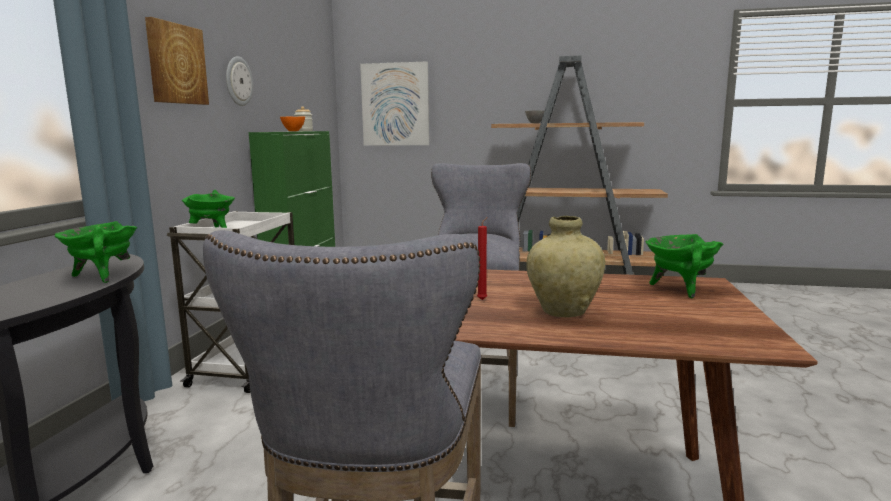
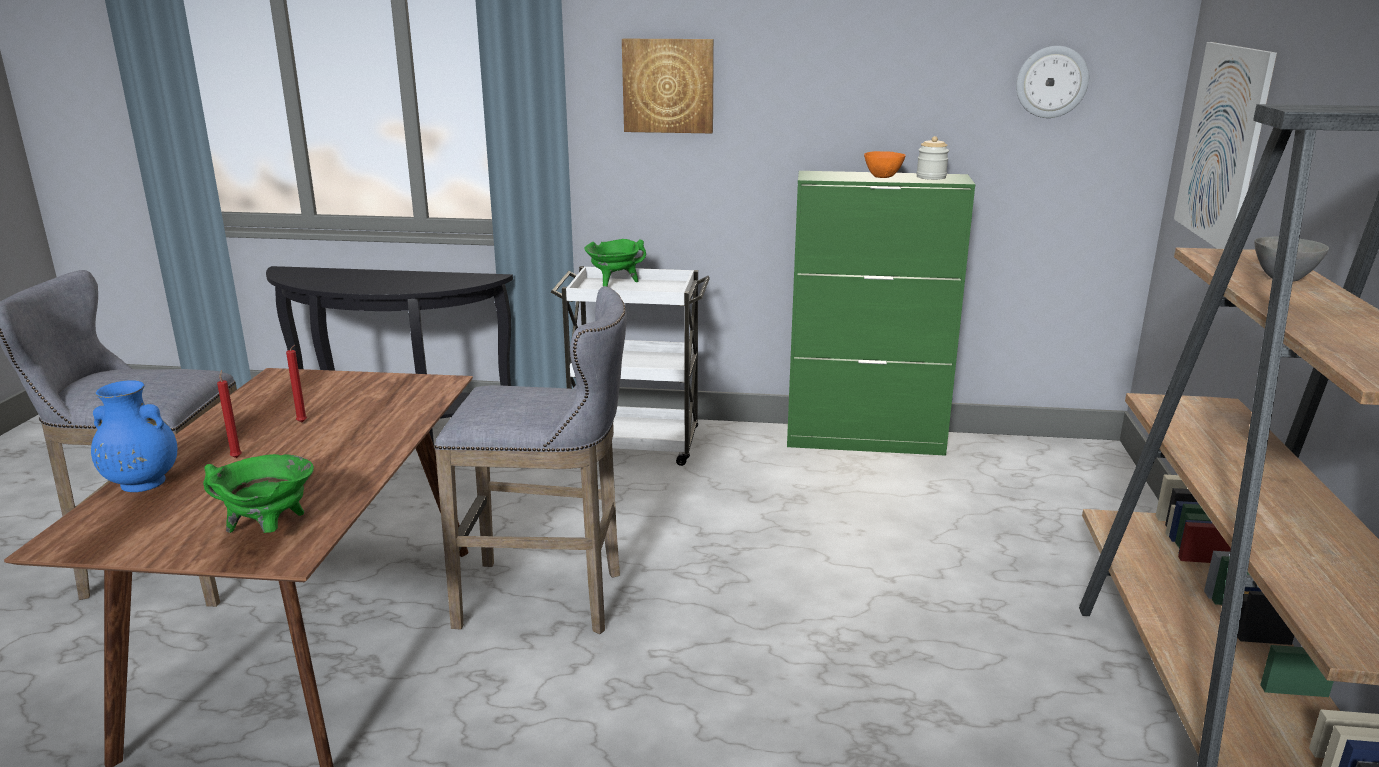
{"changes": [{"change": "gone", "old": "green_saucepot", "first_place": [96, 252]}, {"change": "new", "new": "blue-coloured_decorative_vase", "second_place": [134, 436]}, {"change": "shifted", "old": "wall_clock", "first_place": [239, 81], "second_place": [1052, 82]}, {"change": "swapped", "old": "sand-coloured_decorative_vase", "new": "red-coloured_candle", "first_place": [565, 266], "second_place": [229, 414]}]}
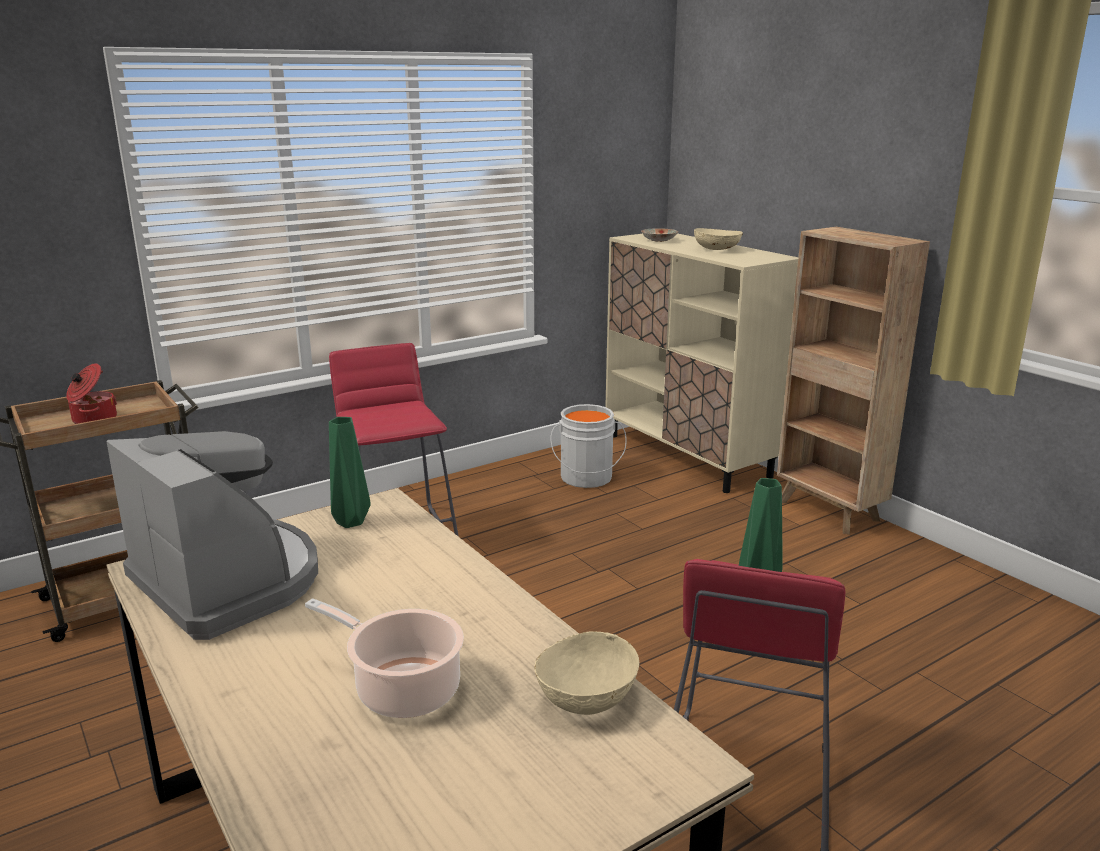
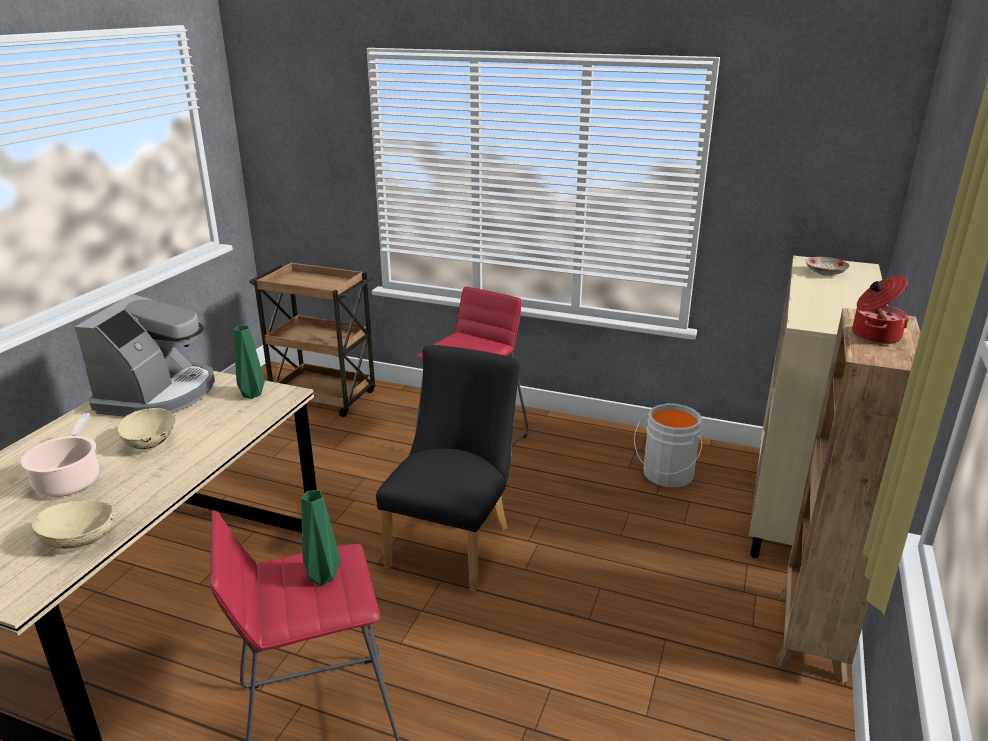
{"changes": [{"change": "new", "new": "black-coloured_chair", "second_place": [448, 468]}, {"change": "shifted", "old": "saucepot", "first_place": [91, 393], "second_place": [880, 310]}, {"change": "shifted", "old": "sand-coloured_deep_dish", "first_place": [718, 239], "second_place": [146, 428]}]}
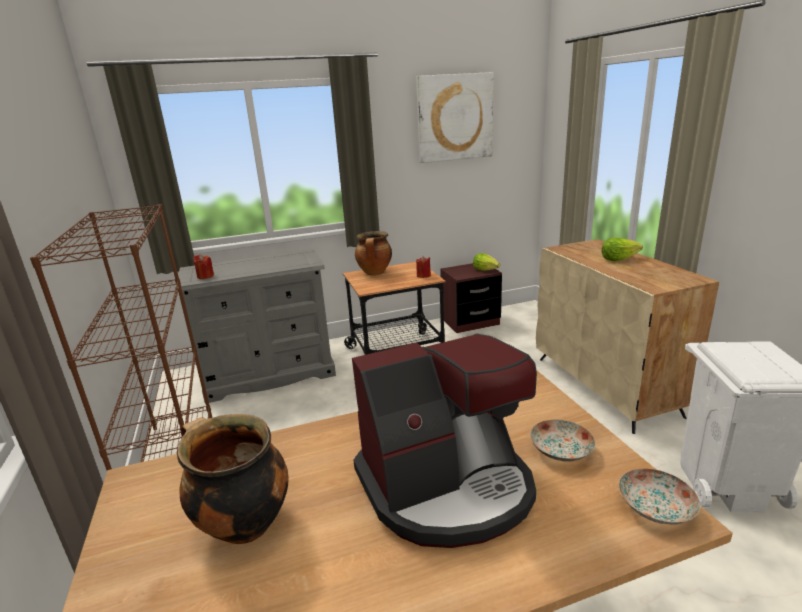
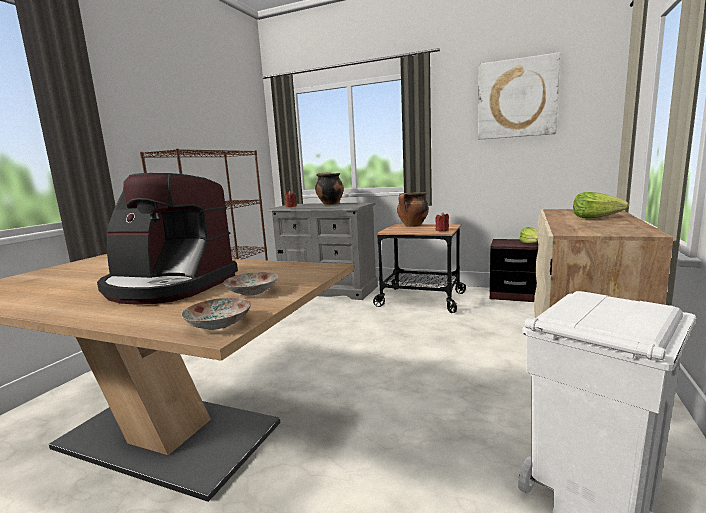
{"changes": [{"change": "shifted", "old": "saucepot", "first_place": [233, 479], "second_place": [329, 188]}]}
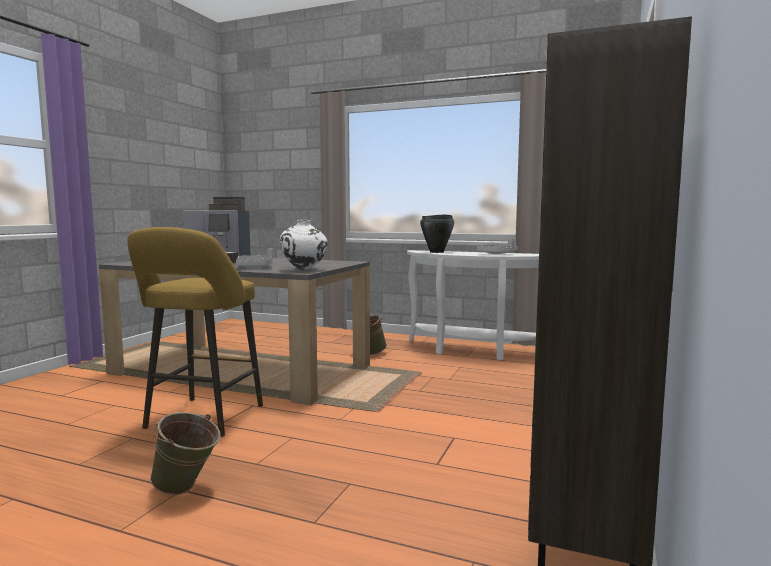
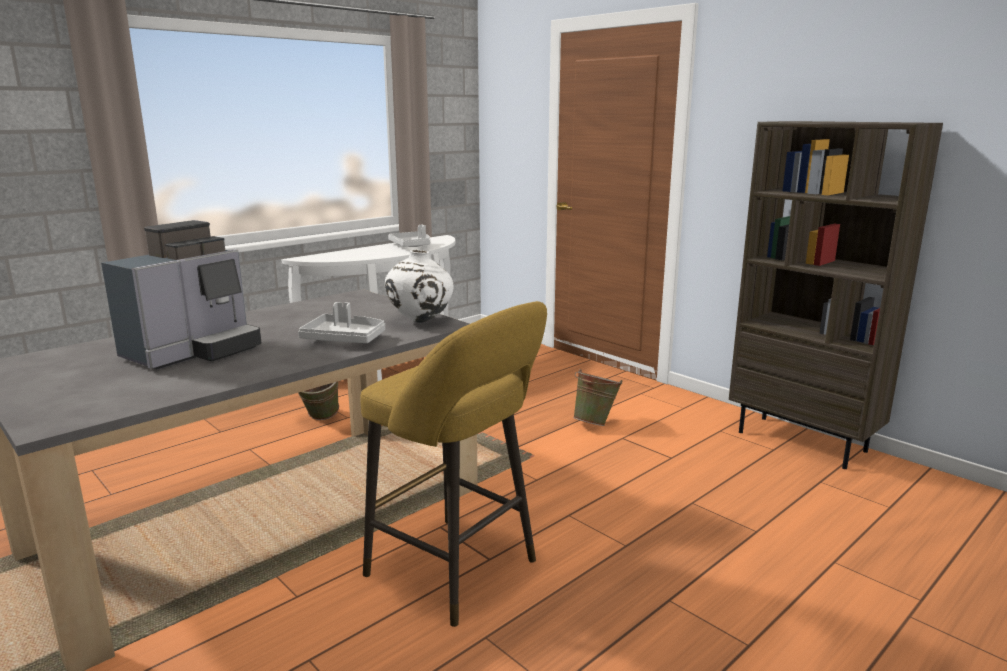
{"changes": [{"change": "gone", "old": "black-coloured_saucepot", "first_place": [437, 233]}, {"change": "shifted", "old": "green_water_bucket", "first_place": [185, 453], "second_place": [598, 397]}]}
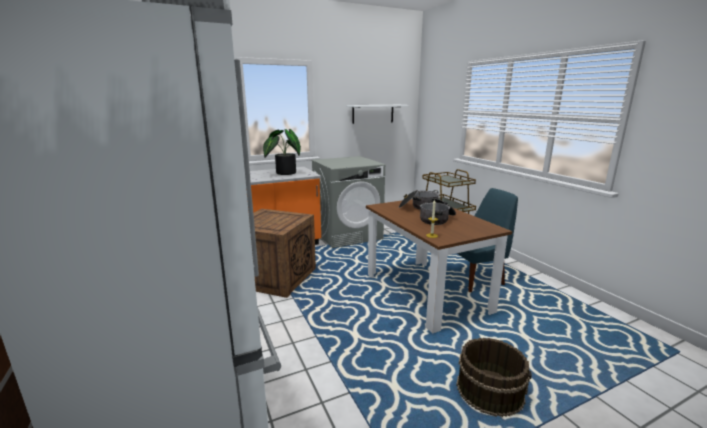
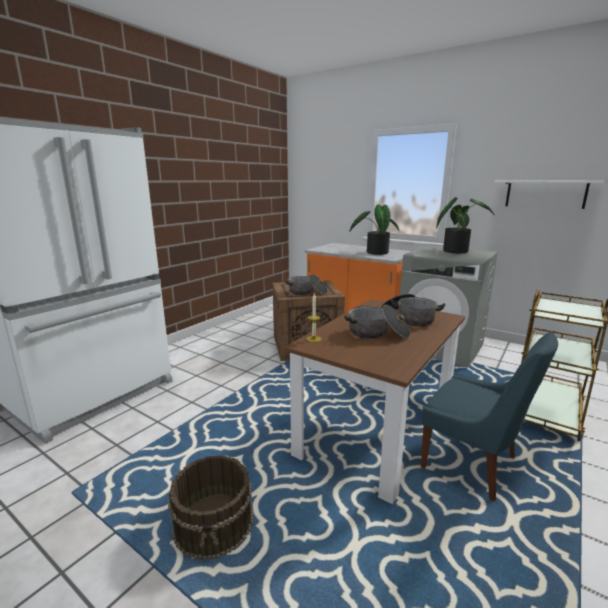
{"changes": [{"change": "new", "new": "saucepot", "second_place": [306, 284]}, {"change": "new", "new": "plant_in_a_pot", "second_place": [465, 225]}]}
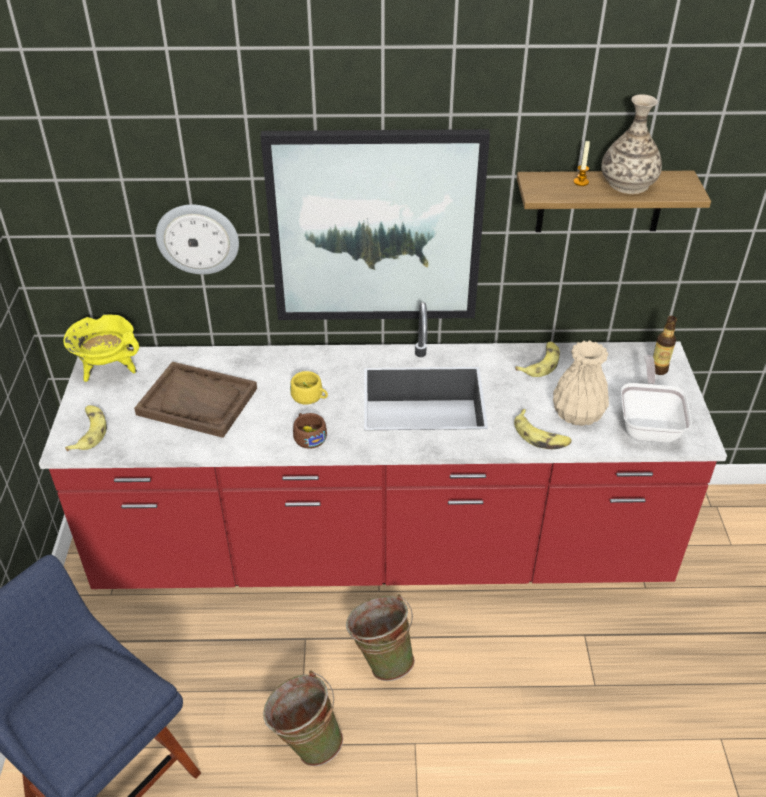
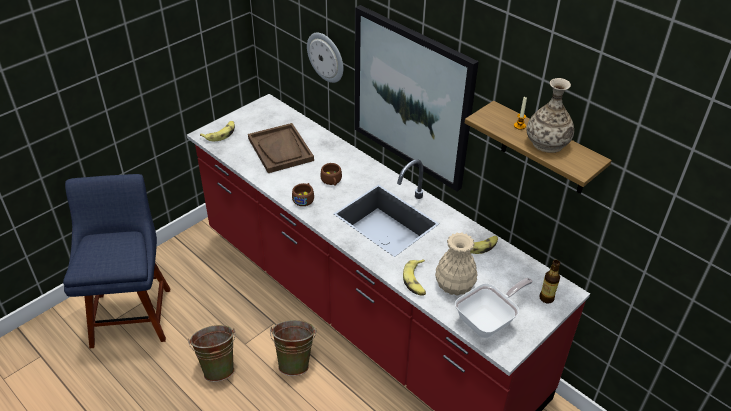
{"changes": [{"change": "gone", "old": "yellow-coloured_saucepot", "first_place": [101, 348]}, {"change": "repainted", "old": "yellow-coloured_drinking_cup", "new": "brown-coloured_drinking_cup", "first_place": [309, 388], "second_place": [331, 174]}]}
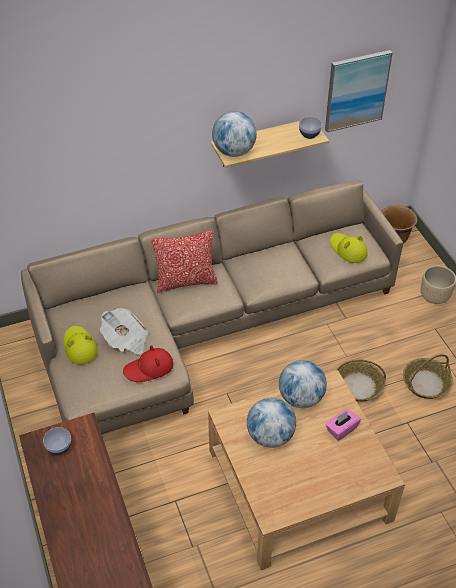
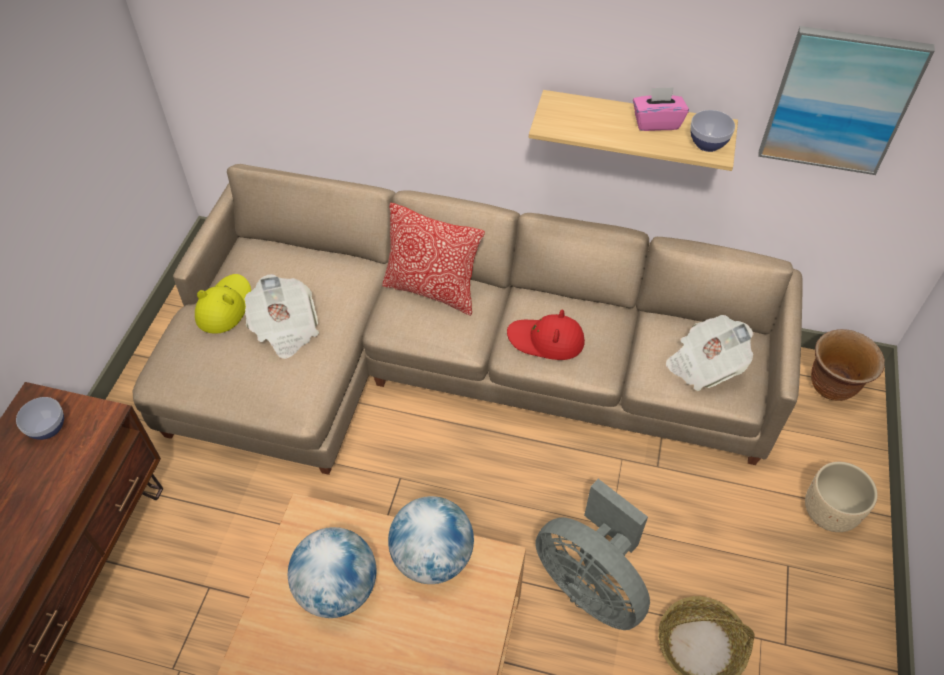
{"changes": [{"change": "gone", "old": "desk_globe", "first_place": [234, 134]}, {"change": "shifted", "old": "red-coloured_clothing_hat", "first_place": [148, 363], "second_place": [546, 334]}, {"change": "shifted", "old": "pinkish_box_of_tissues", "first_place": [343, 425], "second_place": [661, 109]}, {"change": "swapped", "old": "yellow-coloured_clothing_hat", "new": "printed_paper", "first_place": [349, 248], "second_place": [710, 353]}, {"change": "swapped", "old": "storage_basket", "new": "grey_cooling_fan", "first_place": [361, 381], "second_place": [592, 554]}]}
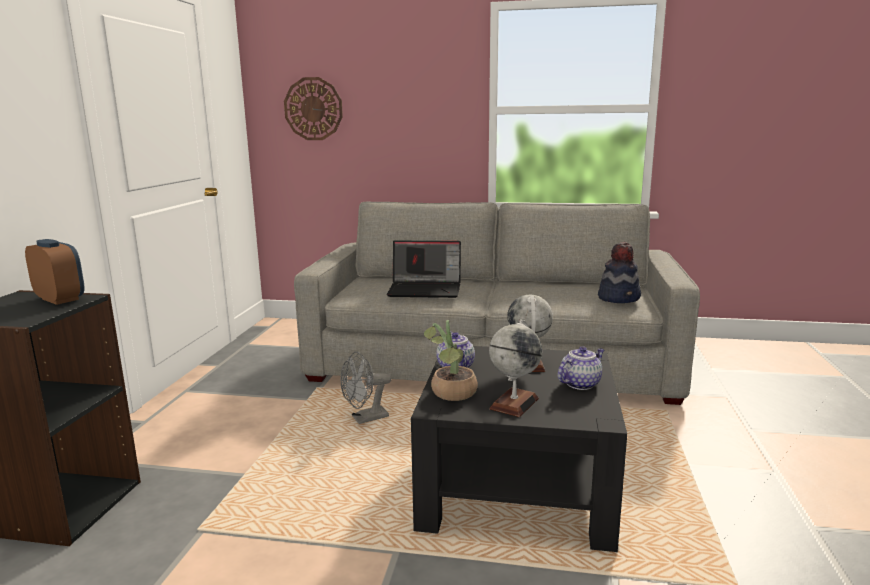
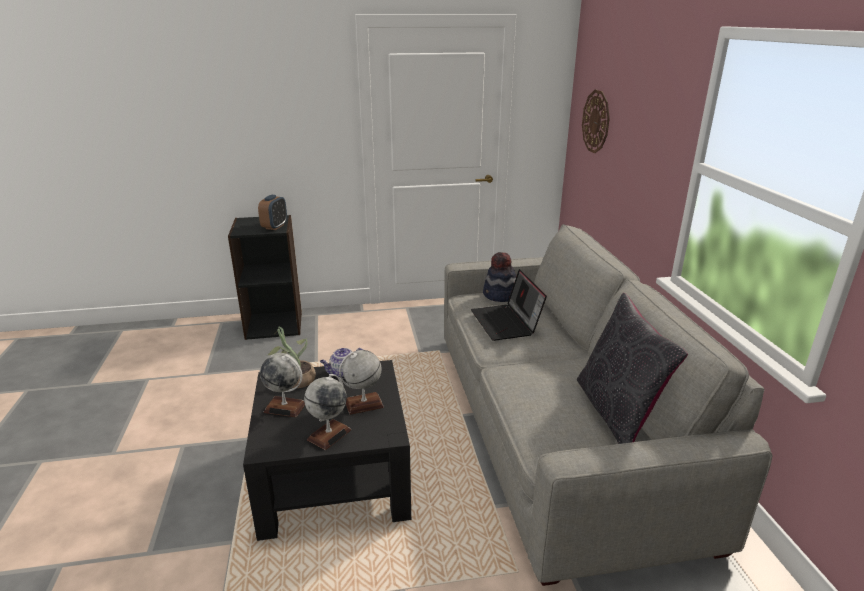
{"changes": [{"change": "gone", "old": "grey_cooling_fan", "first_place": [366, 387]}, {"change": "new", "new": "black-coloured_throw_pillow", "second_place": [632, 368]}, {"change": "shifted", "old": "clothing_hat", "first_place": [619, 272], "second_place": [499, 277]}, {"change": "swapped", "old": "teapot", "new": "desk_globe", "first_place": [581, 368], "second_place": [327, 412]}]}
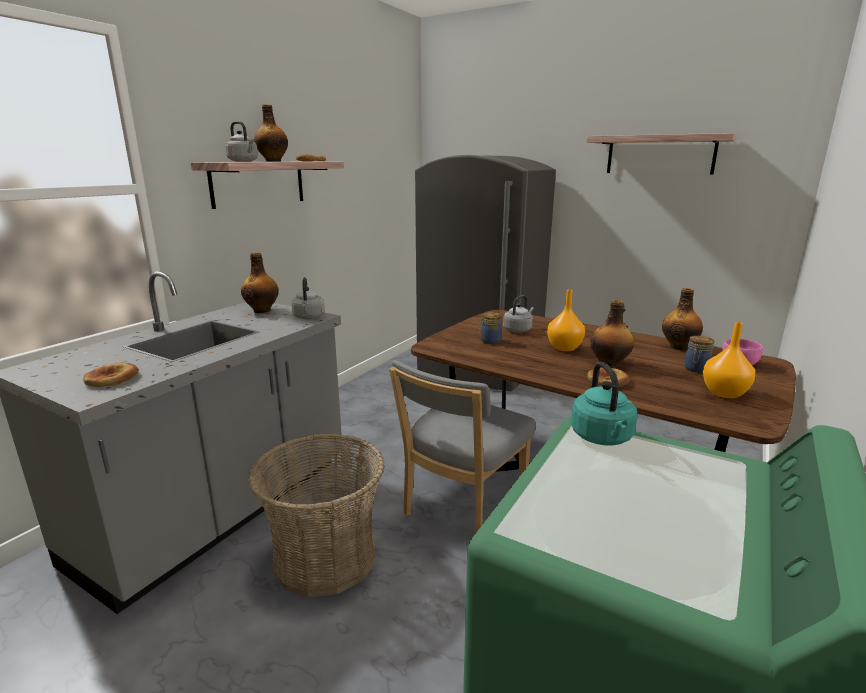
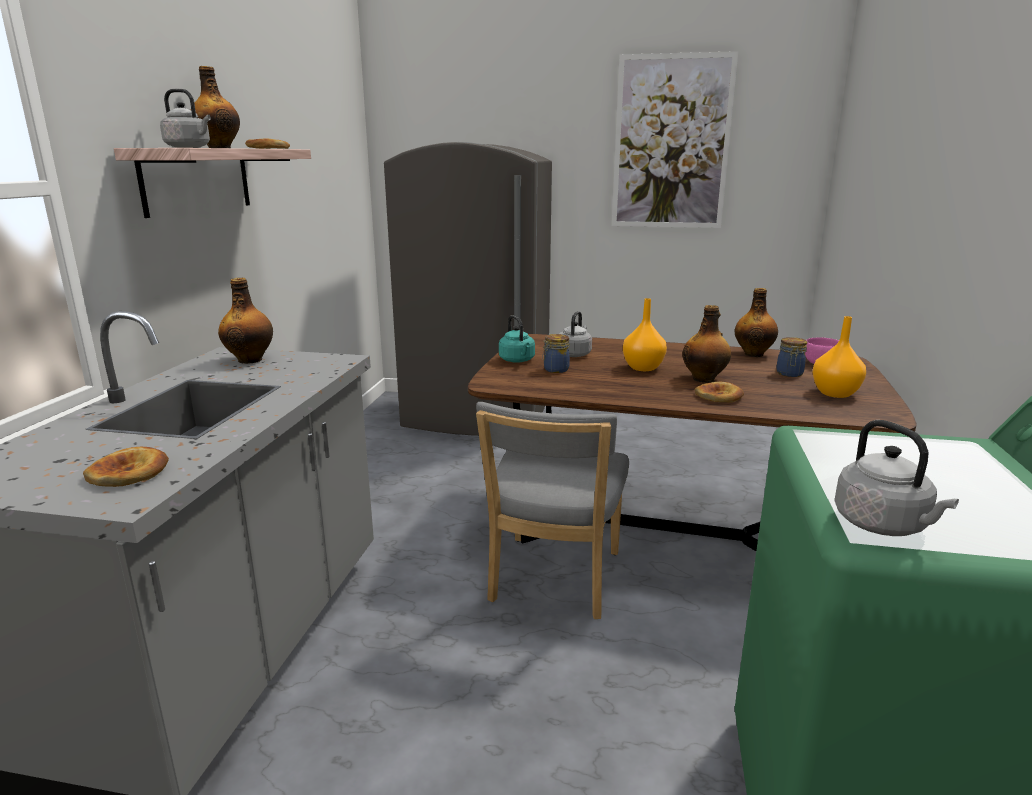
{"changes": [{"change": "gone", "old": "storage_basket", "first_place": [316, 515]}, {"change": "shifted", "old": "grey_kettle", "first_place": [308, 298], "second_place": [896, 478]}, {"change": "shifted", "old": "turquoise-coloured_kettle", "first_place": [604, 403], "second_place": [517, 339]}, {"change": "swapped", "old": "shelf", "new": "picture", "first_place": [661, 153], "second_place": [675, 139]}]}
